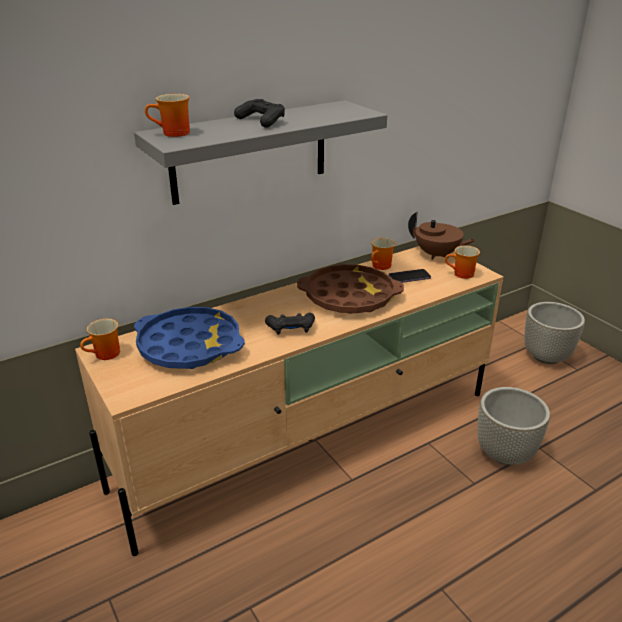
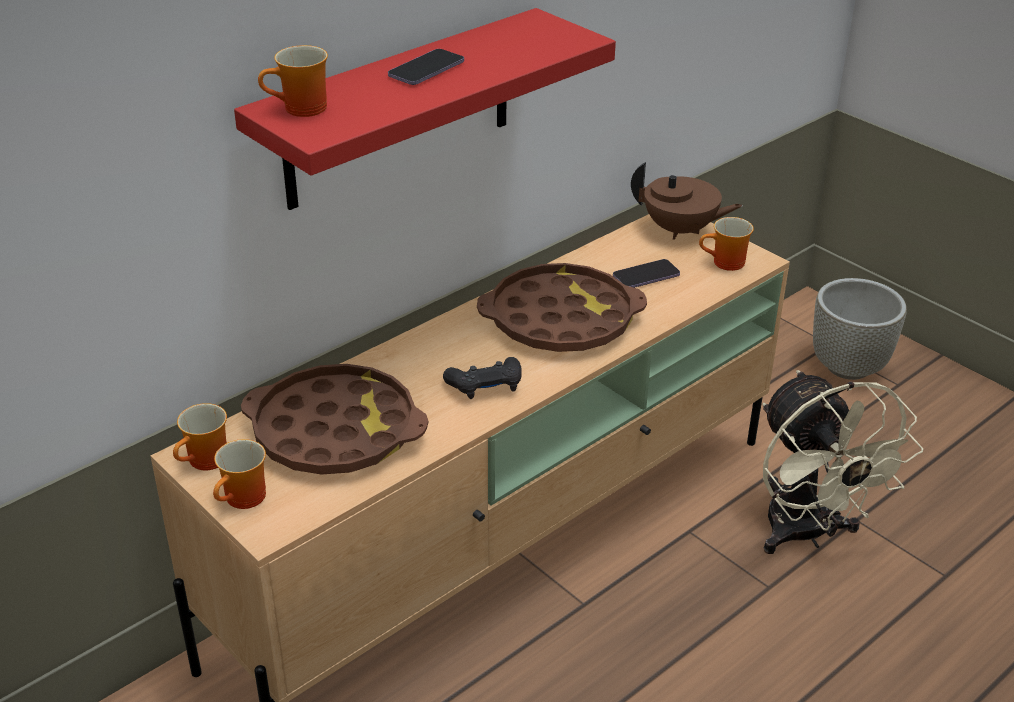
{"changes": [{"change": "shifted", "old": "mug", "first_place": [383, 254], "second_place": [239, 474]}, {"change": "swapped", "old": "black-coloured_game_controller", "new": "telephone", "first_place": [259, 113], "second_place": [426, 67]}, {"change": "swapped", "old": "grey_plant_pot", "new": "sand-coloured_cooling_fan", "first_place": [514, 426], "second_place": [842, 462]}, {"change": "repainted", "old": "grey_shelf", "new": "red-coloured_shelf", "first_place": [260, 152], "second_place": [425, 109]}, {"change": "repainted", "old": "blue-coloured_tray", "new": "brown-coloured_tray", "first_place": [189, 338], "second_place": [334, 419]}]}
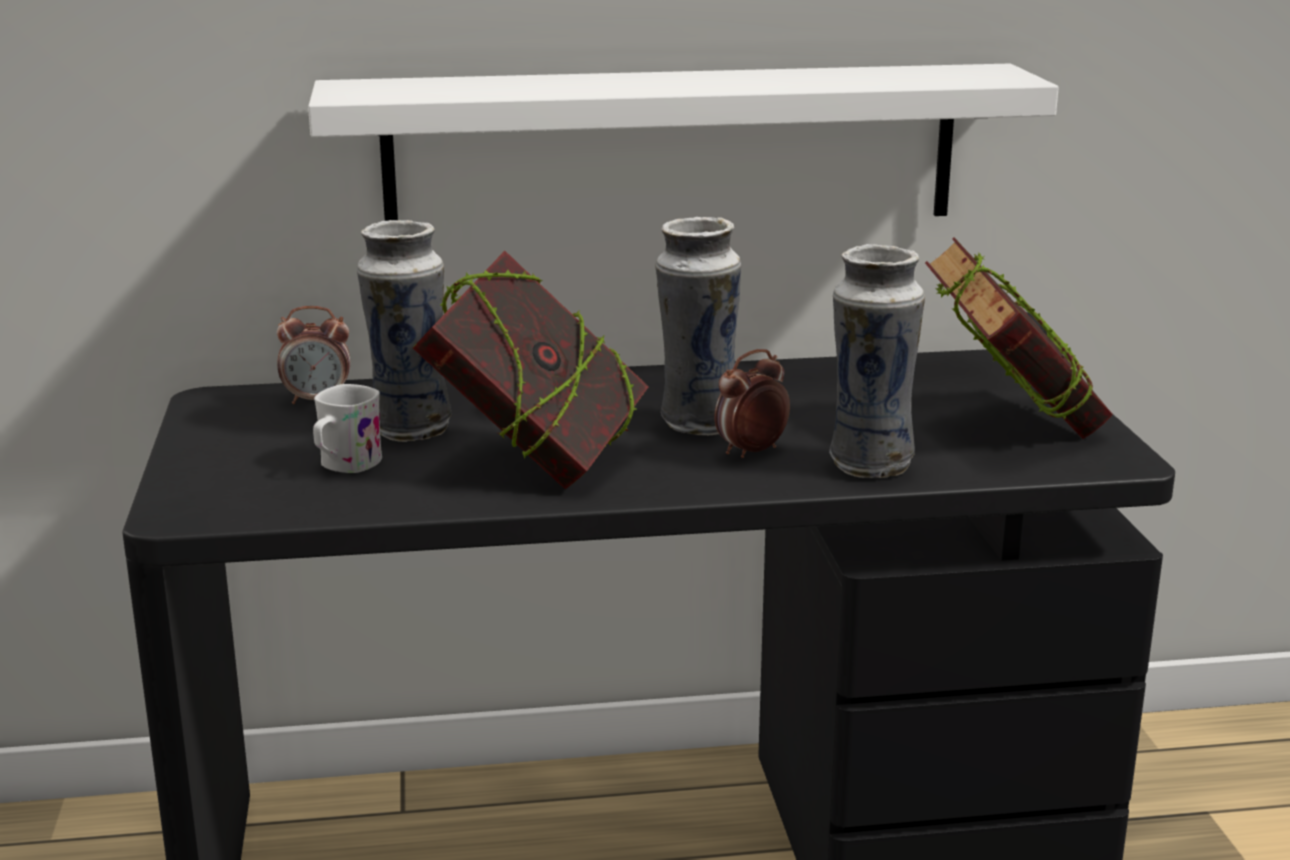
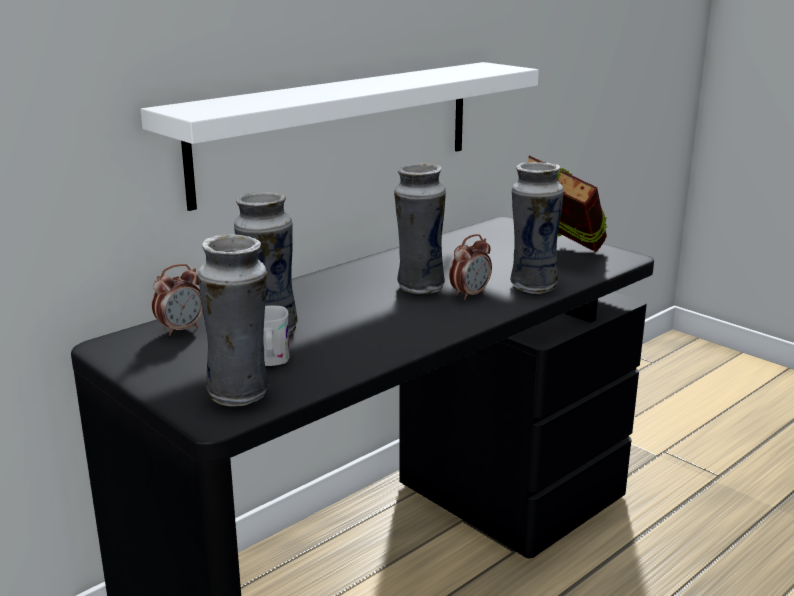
{"changes": [{"change": "gone", "old": "book", "first_place": [531, 370]}, {"change": "new", "new": "decorative_vase", "second_place": [233, 320]}, {"change": "rotated", "old": "bedside_clock", "first_place": [752, 403], "second_place": [470, 267], "degrees": -150}]}
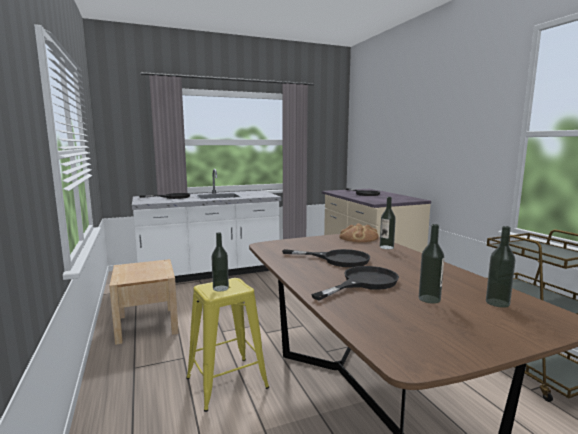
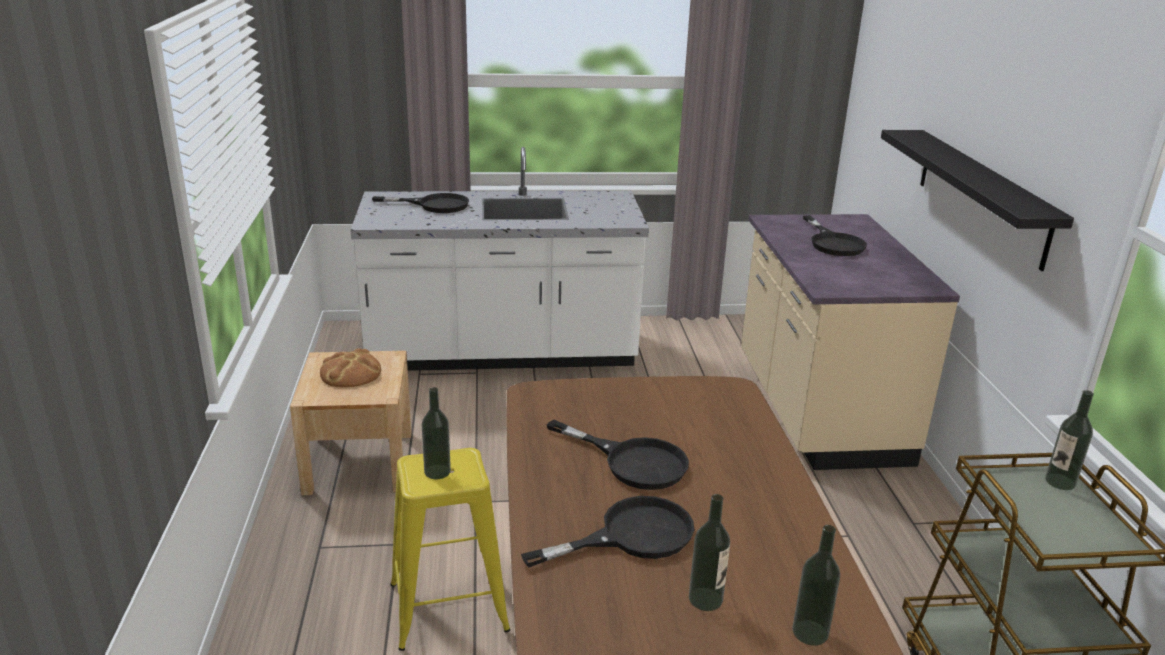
{"changes": [{"change": "new", "new": "black-coloured_shelf", "second_place": [977, 200]}, {"change": "shifted", "old": "bread", "first_place": [359, 232], "second_place": [350, 367]}, {"change": "shifted", "old": "bottle", "first_place": [388, 223], "second_place": [1069, 440]}]}
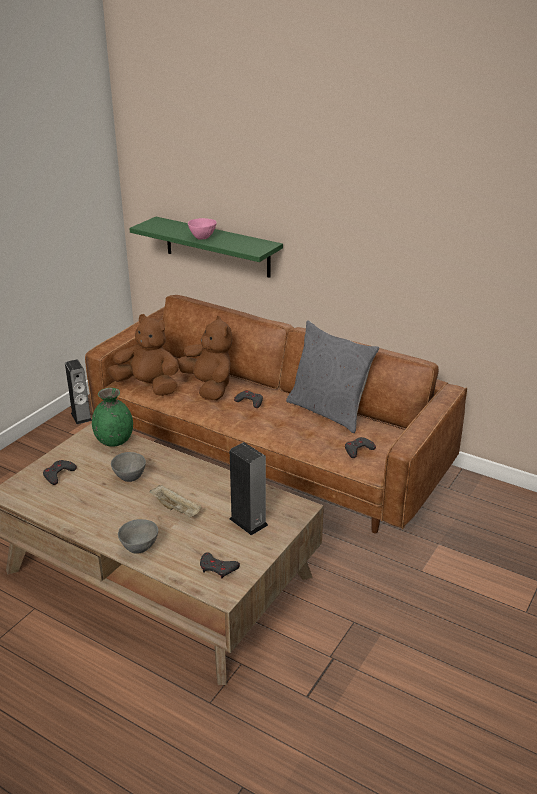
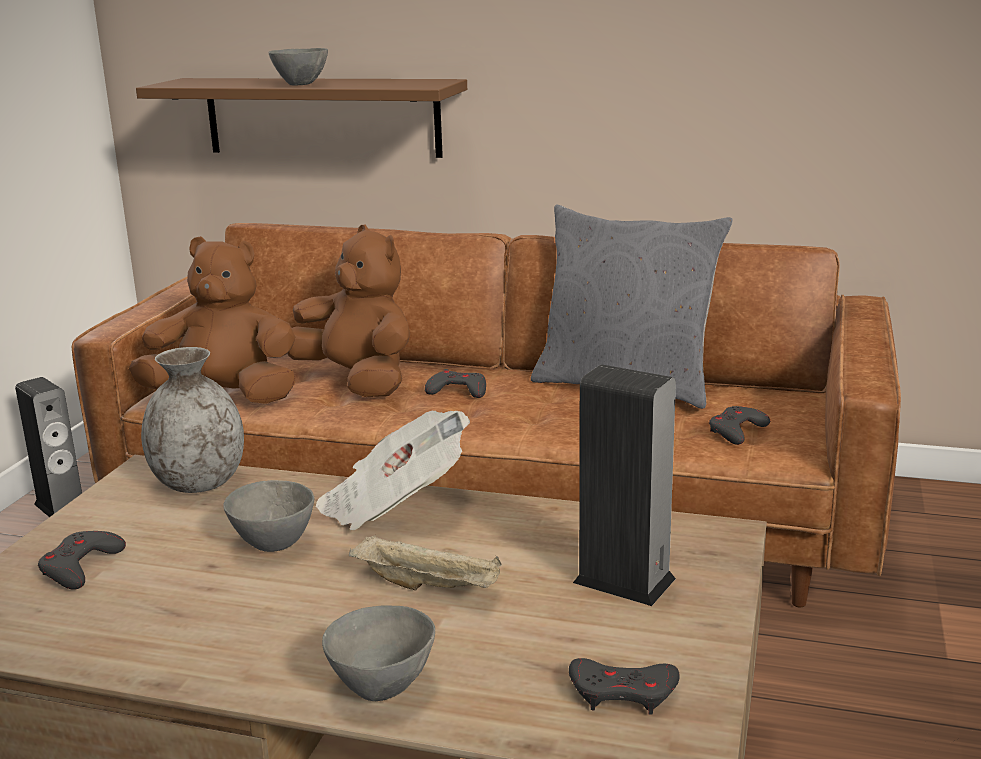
{"changes": [{"change": "new", "new": "printed_paper", "second_place": [393, 470]}, {"change": "repainted", "old": "green_decorative_vase", "new": "grey_decorative_vase", "first_place": [112, 417], "second_place": [192, 420]}, {"change": "repainted", "old": "green_shelf", "new": "brown-coloured_shelf", "first_place": [206, 247], "second_place": [301, 118]}, {"change": "repainted", "old": "pinkish_deep_dish", "new": "grey_deep_dish", "first_place": [202, 229], "second_place": [298, 67]}]}
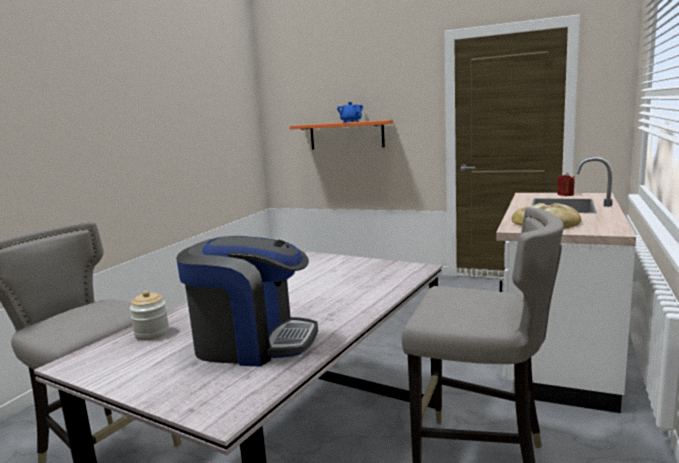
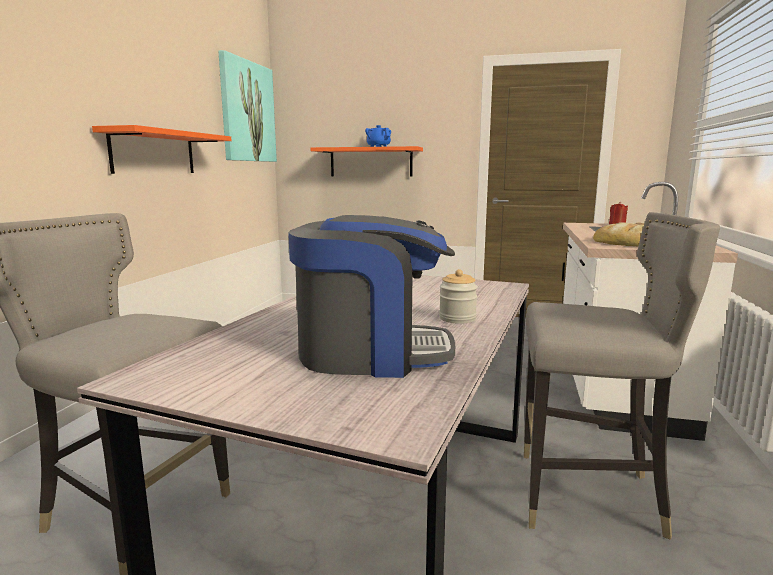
{"changes": [{"change": "new", "new": "orangey_shelf", "second_place": [162, 149]}, {"change": "new", "new": "picture", "second_place": [247, 106]}, {"change": "shifted", "old": "jar", "first_place": [149, 315], "second_place": [458, 296]}]}
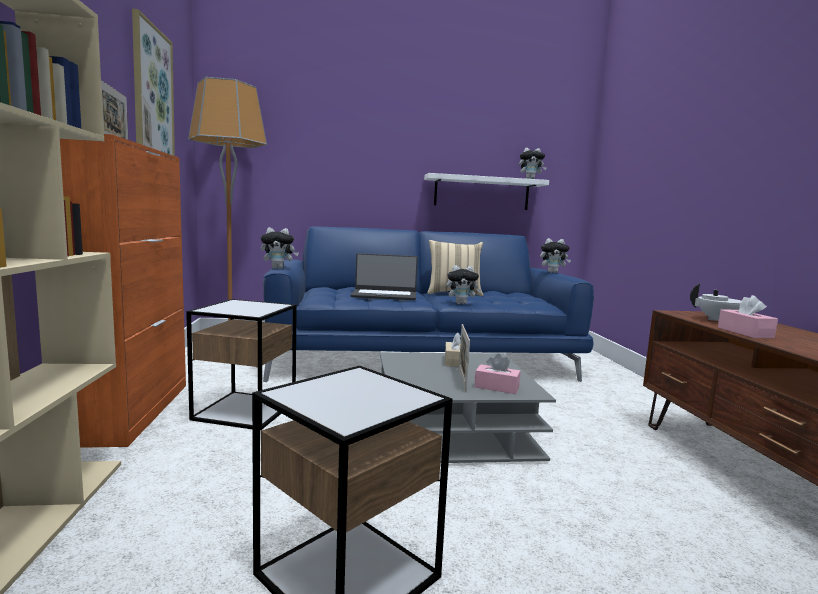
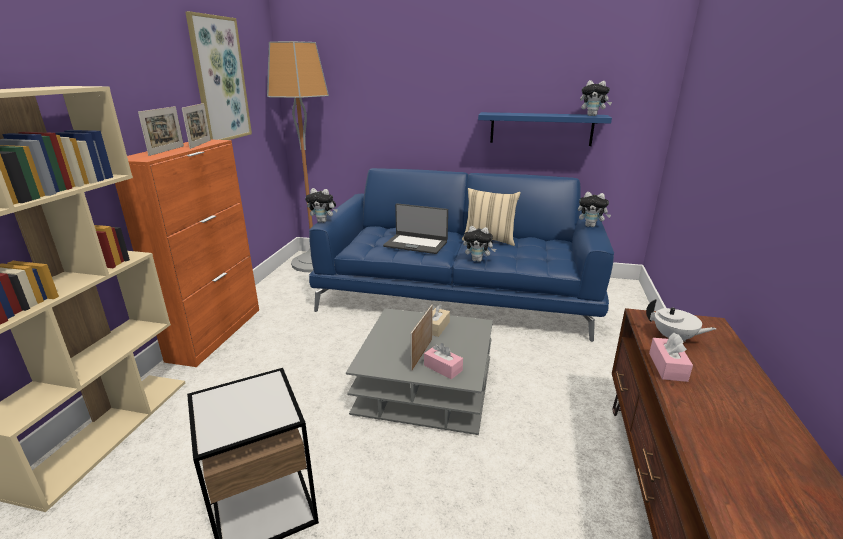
{"changes": [{"change": "gone", "old": "accent_table", "first_place": [241, 365]}, {"change": "repainted", "old": "white-coloured_shelf", "new": "blue-coloured_shelf", "first_place": [486, 191], "second_place": [545, 129]}]}
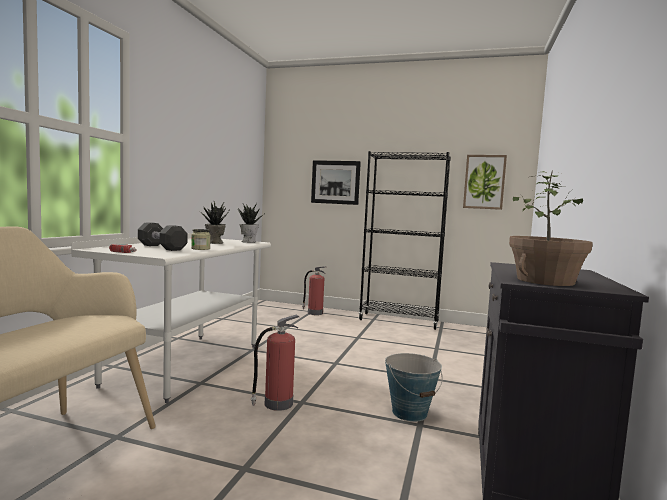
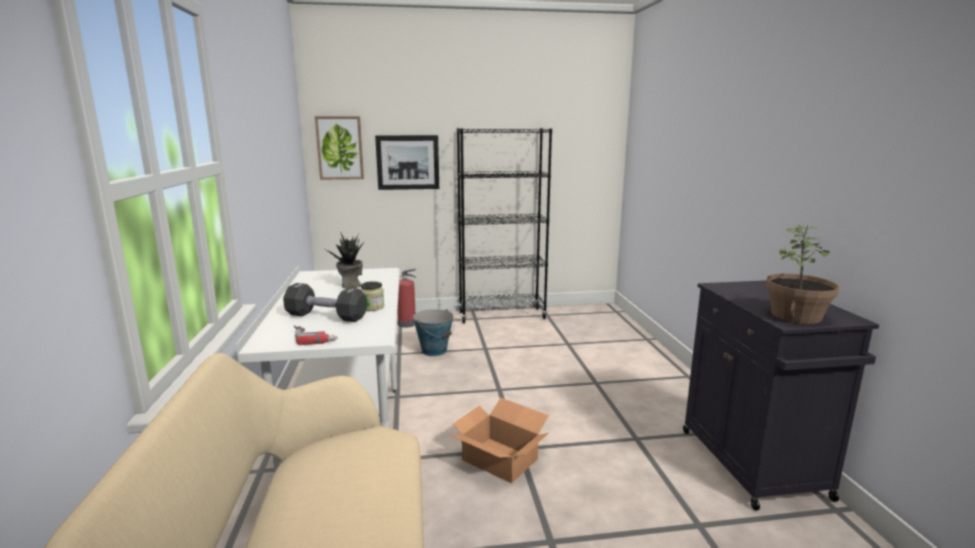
{"changes": [{"change": "gone", "old": "plant_in_a_pot", "first_place": [251, 223]}, {"change": "shifted", "old": "water_bucket", "first_place": [413, 387], "second_place": [433, 332]}, {"change": "shifted", "old": "picture", "first_place": [485, 182], "second_place": [339, 148]}, {"change": "swapped", "old": "fire-fighting_cylinder", "new": "cardboard_box", "first_place": [275, 363], "second_place": [498, 440]}]}
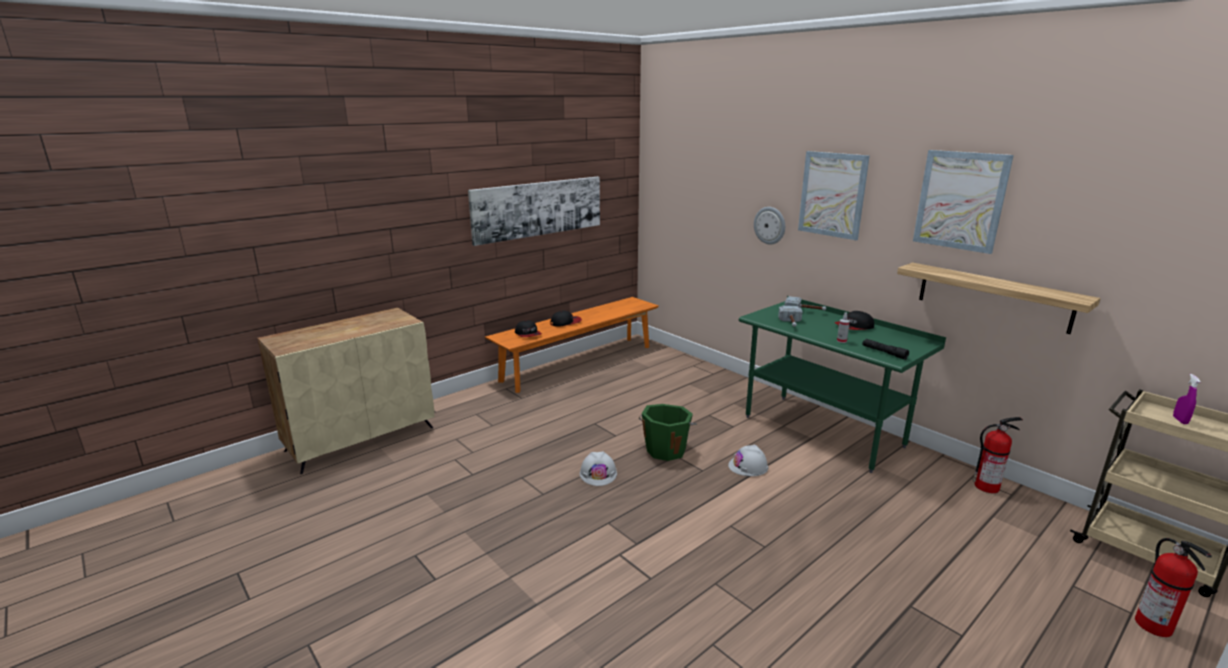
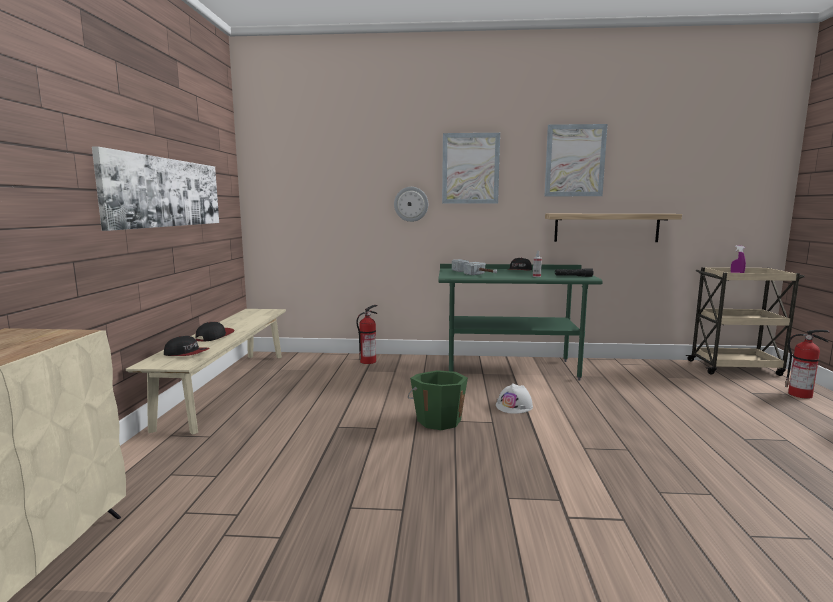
{"changes": [{"change": "gone", "old": "white-coloured_hard_hat", "first_place": [598, 468]}, {"change": "shifted", "old": "fire-fighting_cylinder", "first_place": [998, 455], "second_place": [367, 334]}, {"change": "repainted", "old": "orangey_bench", "new": "sand-coloured_bench", "first_place": [572, 345], "second_place": [206, 372]}]}
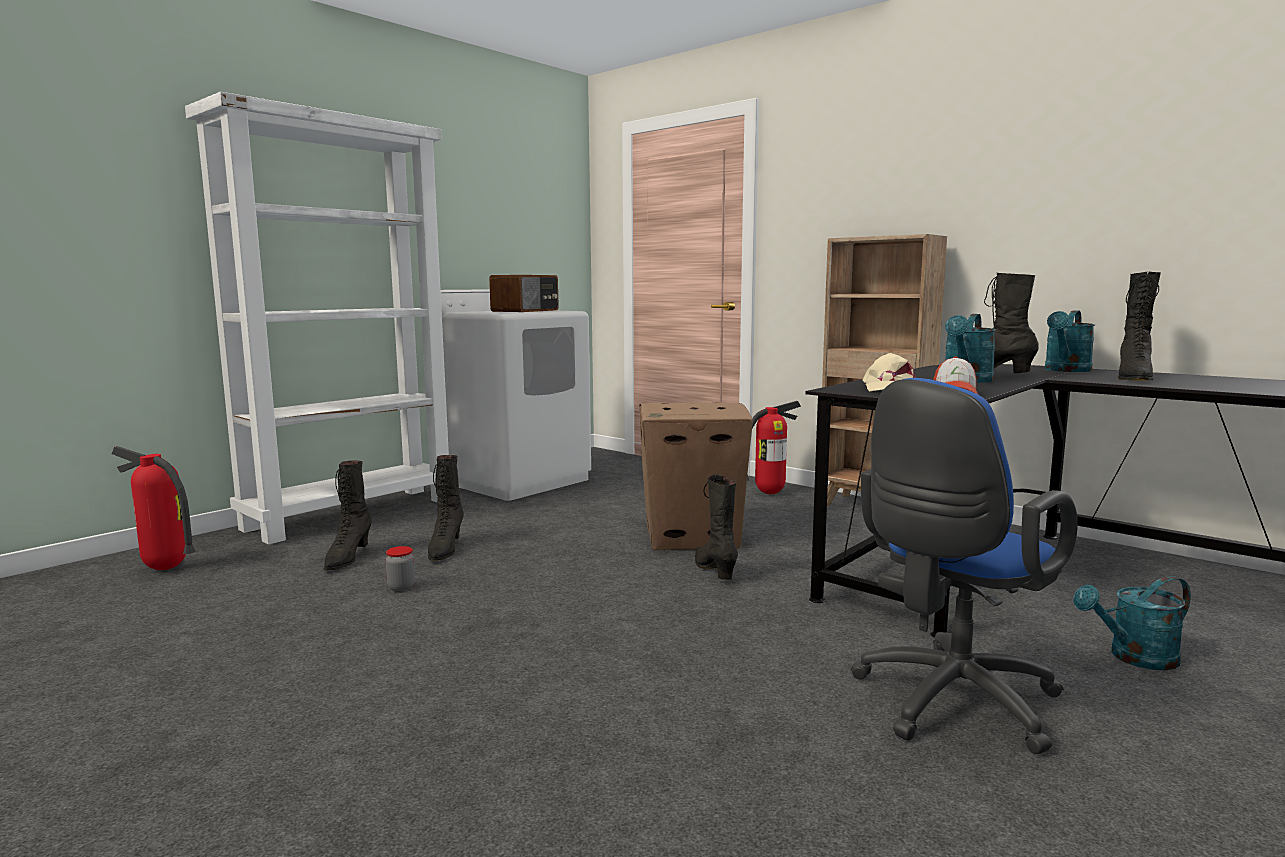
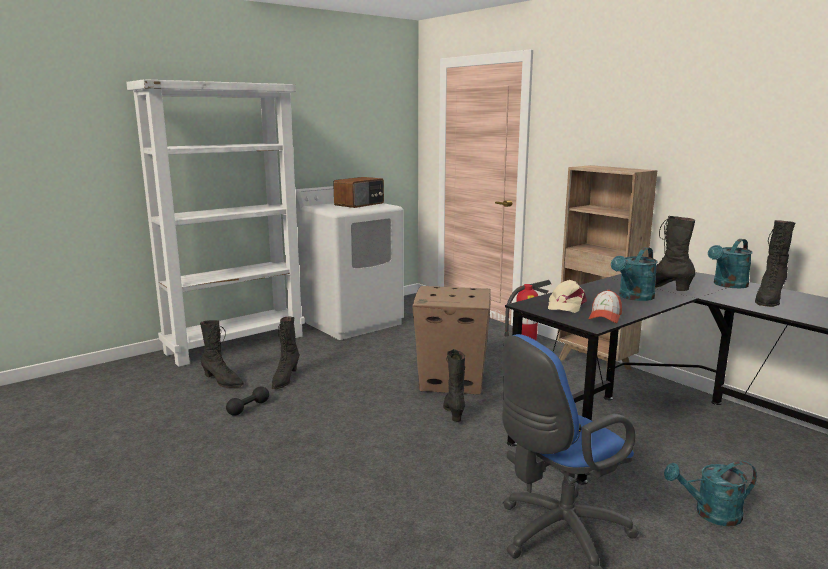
{"changes": [{"change": "gone", "old": "fire-fighting_cylinder", "first_place": [153, 508]}, {"change": "swapped", "old": "jar", "new": "black-coloured_hand_weight", "first_place": [400, 568], "second_place": [247, 401]}, {"change": "rotated", "old": "black-coloured_boot", "first_place": [347, 515], "second_place": [222, 354], "degrees": -75}]}
